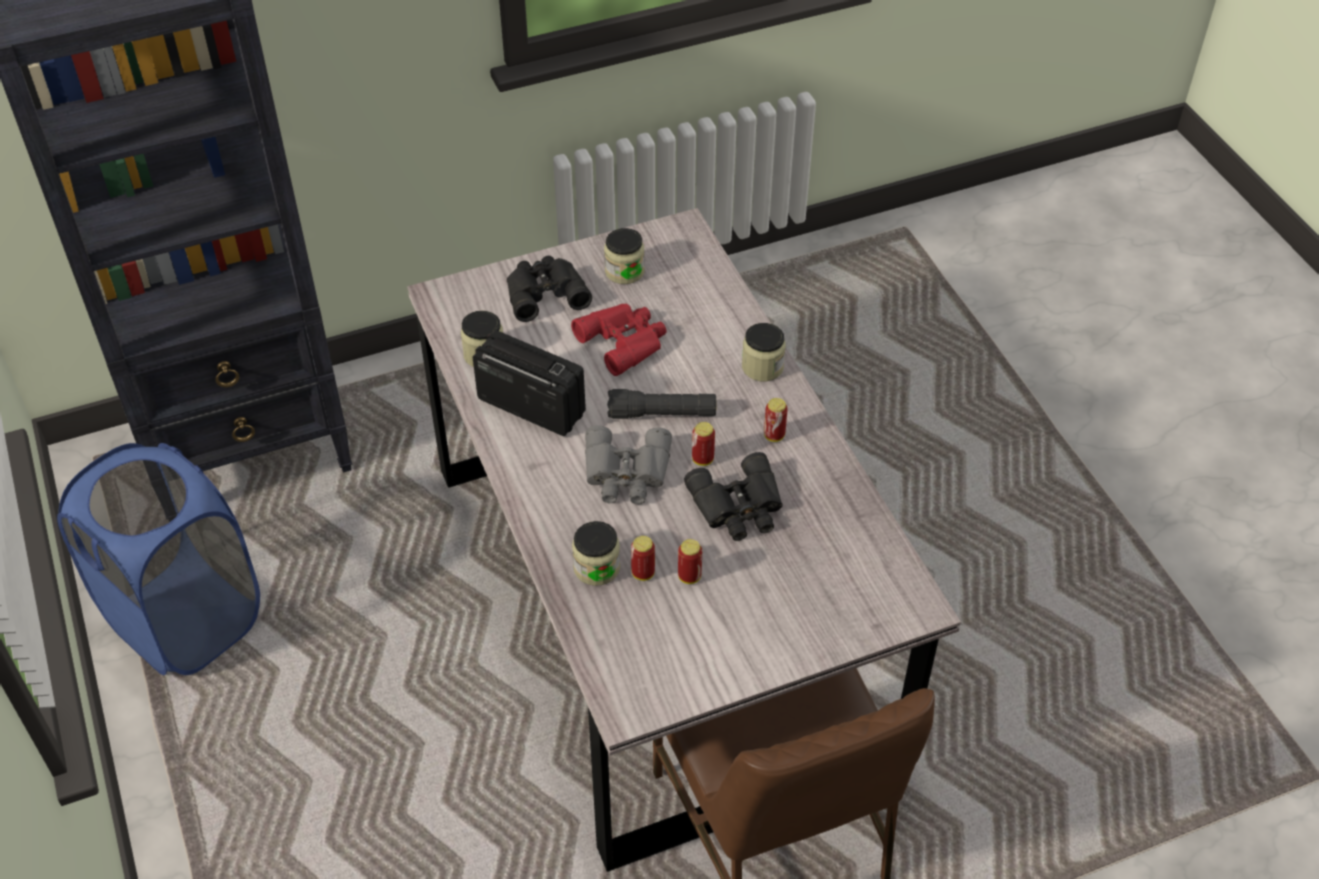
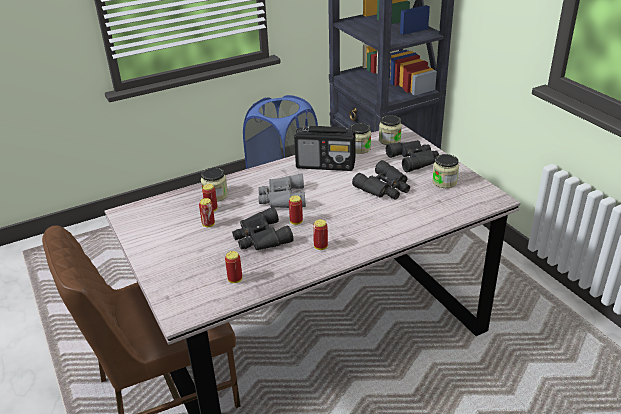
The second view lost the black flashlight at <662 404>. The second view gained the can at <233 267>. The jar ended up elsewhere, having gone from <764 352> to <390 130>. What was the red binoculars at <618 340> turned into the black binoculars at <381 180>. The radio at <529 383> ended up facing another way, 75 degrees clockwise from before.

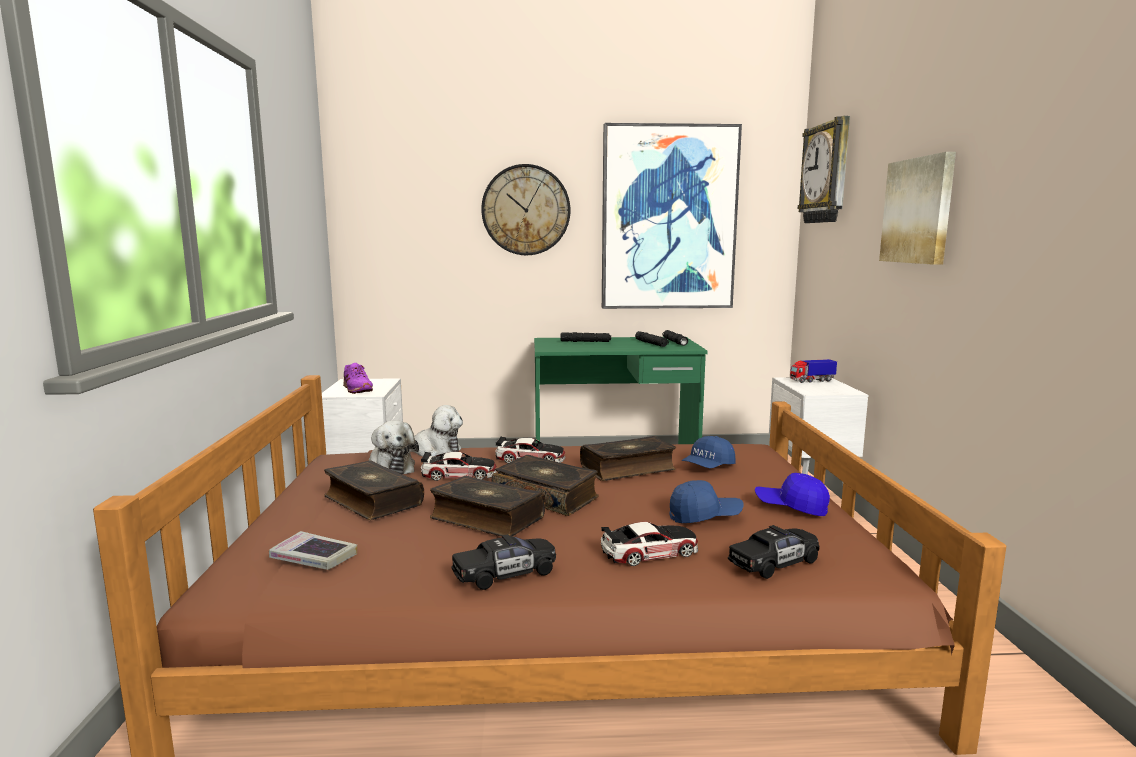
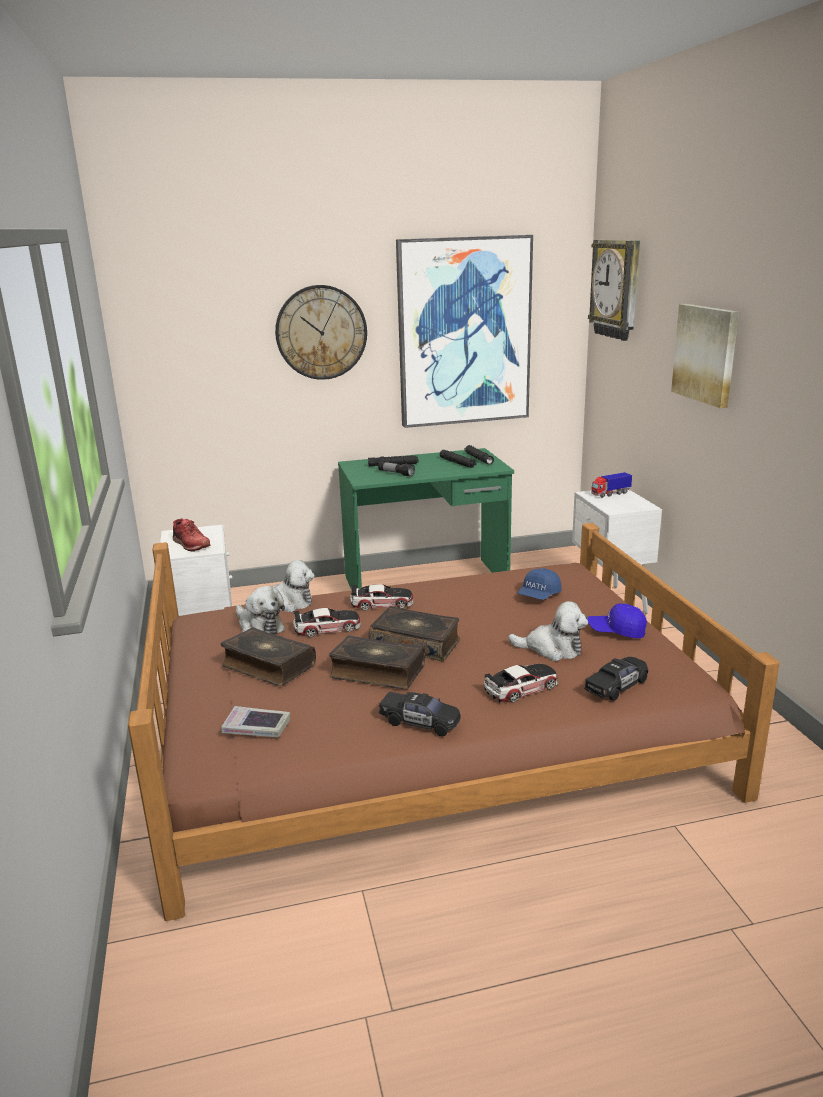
The second view lost the book at <628 458>. The second view gained the flashlight at <396 469>. Where the blue cap stood at <706 501>, the plush toy came to stand at <548 631>. What was the purple shoe at <358 378> turned into the red shoe at <192 535>. The black toy car at <503 562> ended up facing another way, 60 degrees clockwise from before.

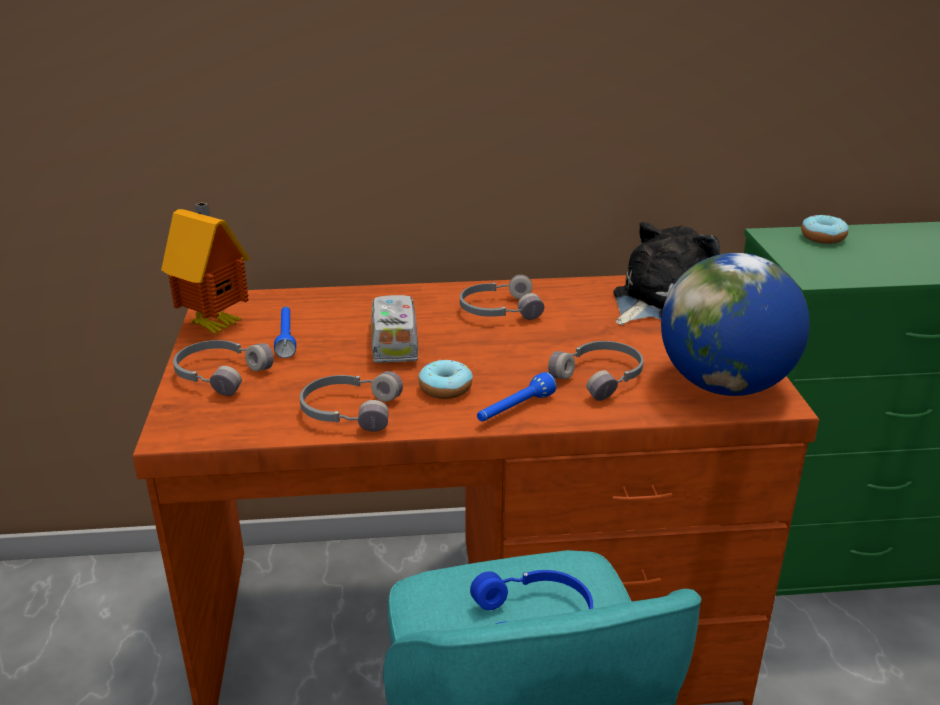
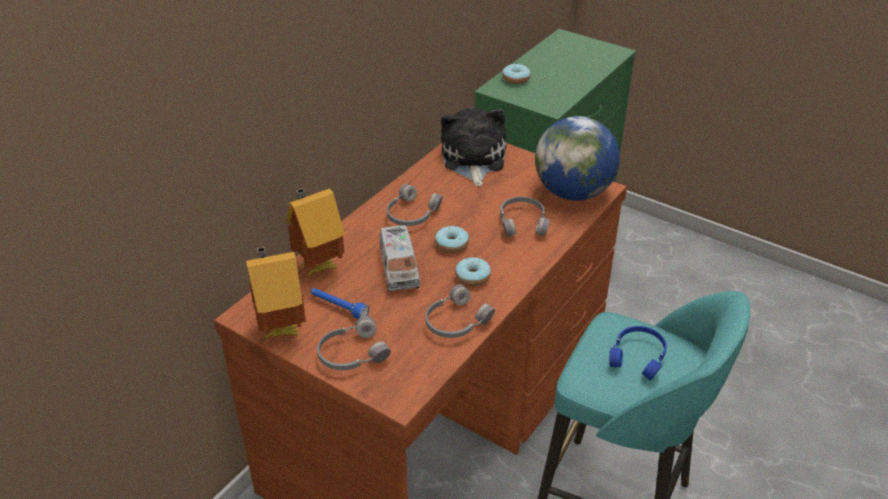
The second view lost the blue flashlight at <517 396>. The second view gained the toy house at <315 232>. The second view gained the donut at <452 239>. The toy truck at <394 329> ended up facing another way, 135 degrees counterclockwise from before.

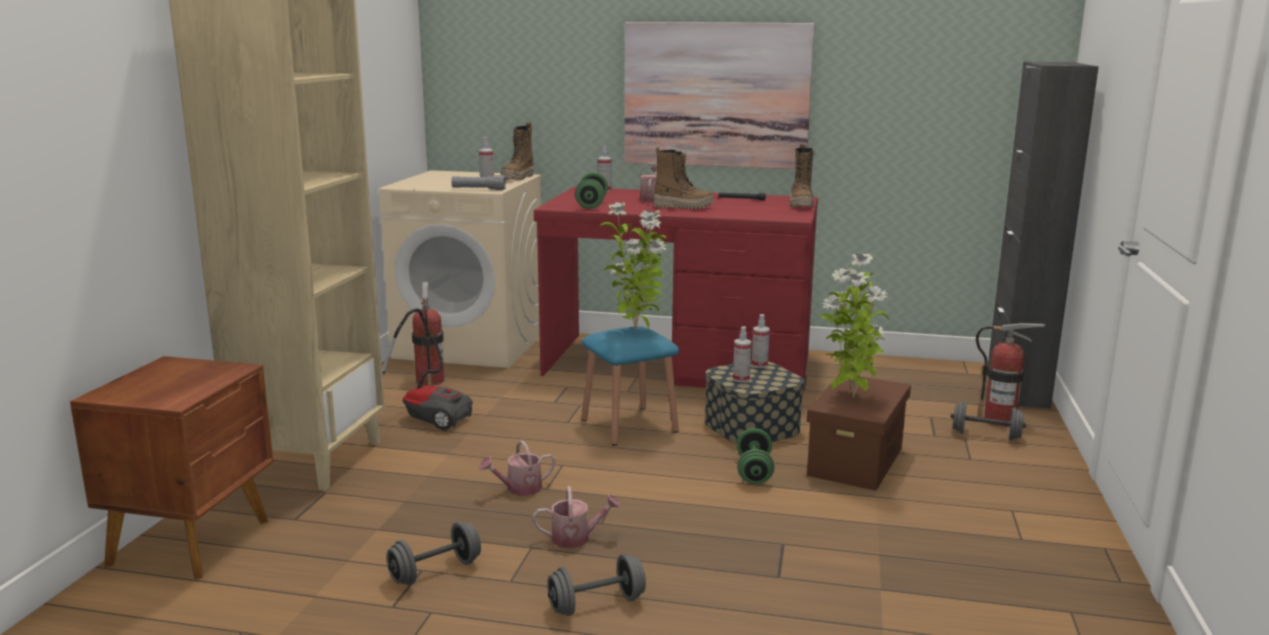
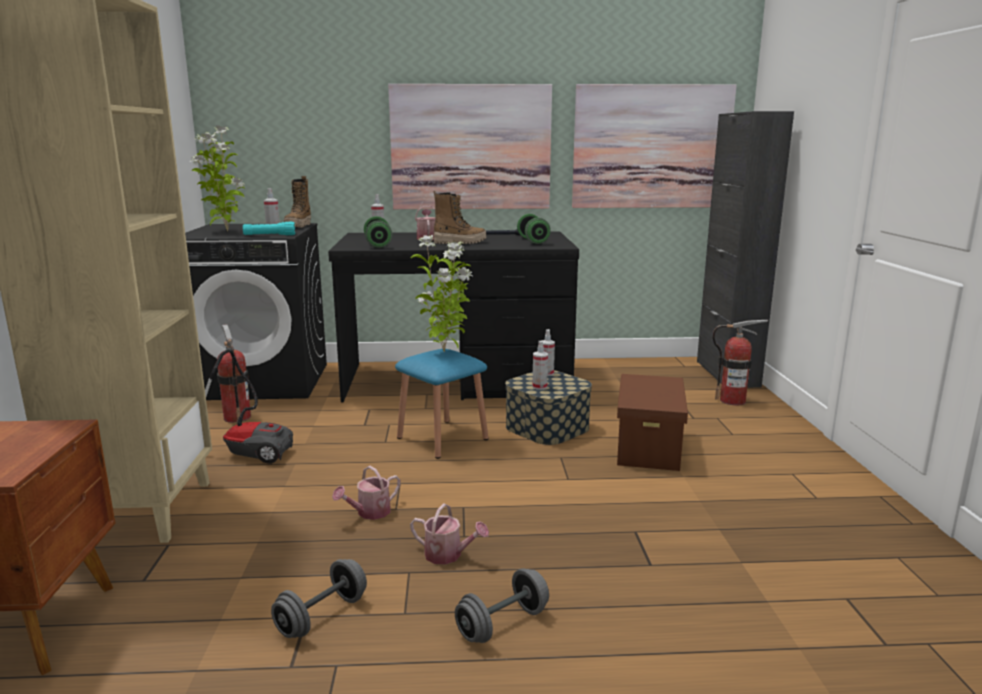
The second view lost the boot at <803 175>. The second view lost the grey dumbbell at <988 421>. The second view gained the picture at <654 146>. The green dumbbell ended up elsewhere, having gone from <755 456> to <534 229>. The potted plant ended up elsewhere, having gone from <854 326> to <217 178>. What was the beige washing machine at <460 269> turned into the black washing machine at <256 311>. What was the grey flashlight at <478 182> turned into the turquoise flashlight at <269 228>. What was the red desk at <676 290> turned into the black desk at <453 316>. The watering can at <577 517> ended up facing another way, 45 degrees clockwise from before.

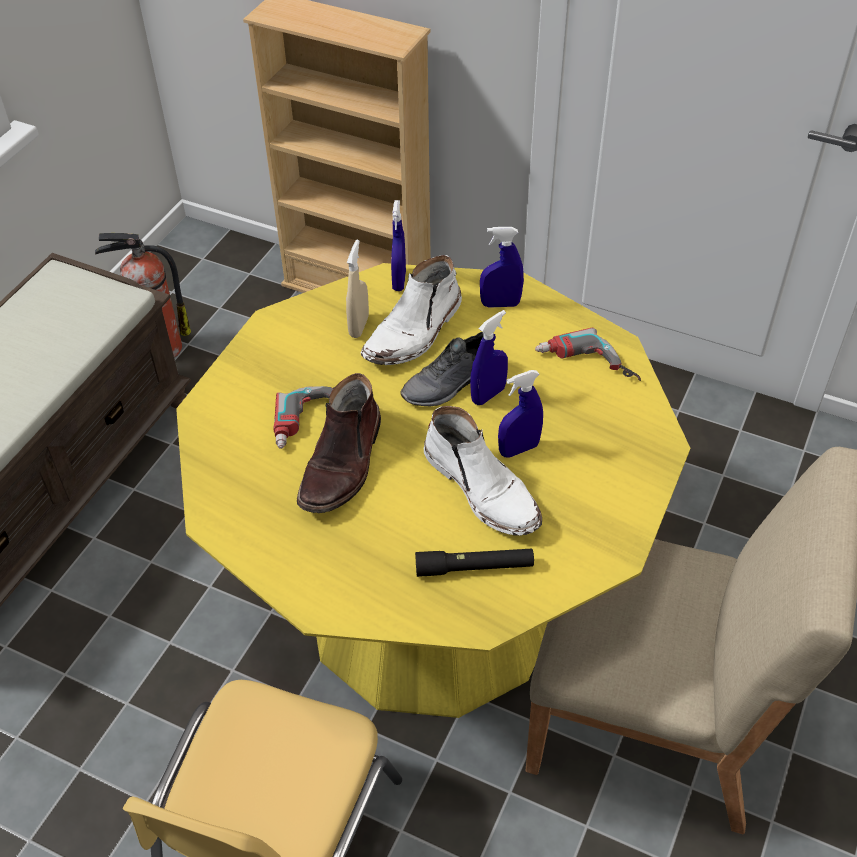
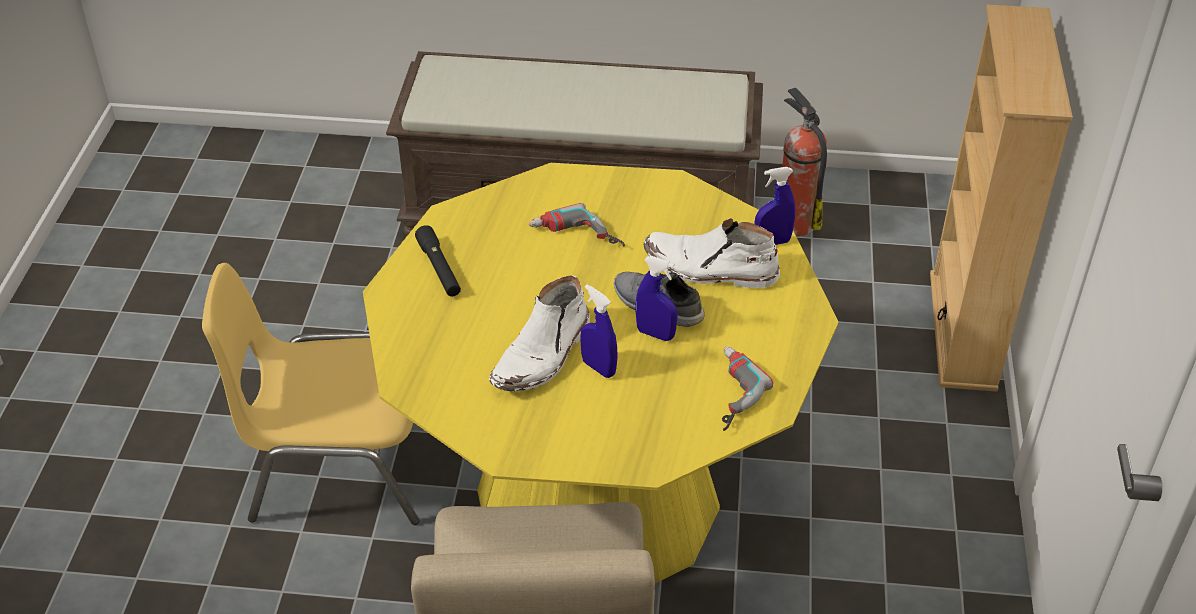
The second view lost the brown boot at <339 443>. The second view lost the beige spray bottle at <357 289>. The second view lost the blue spray bottle at <502 267>. The black flashlight ended up elsewhere, having gone from <474 563> to <438 261>.

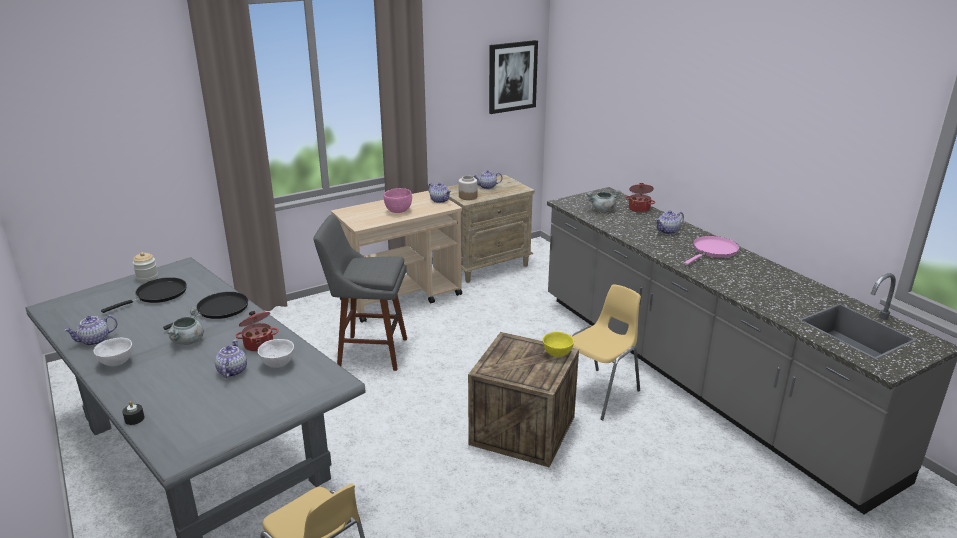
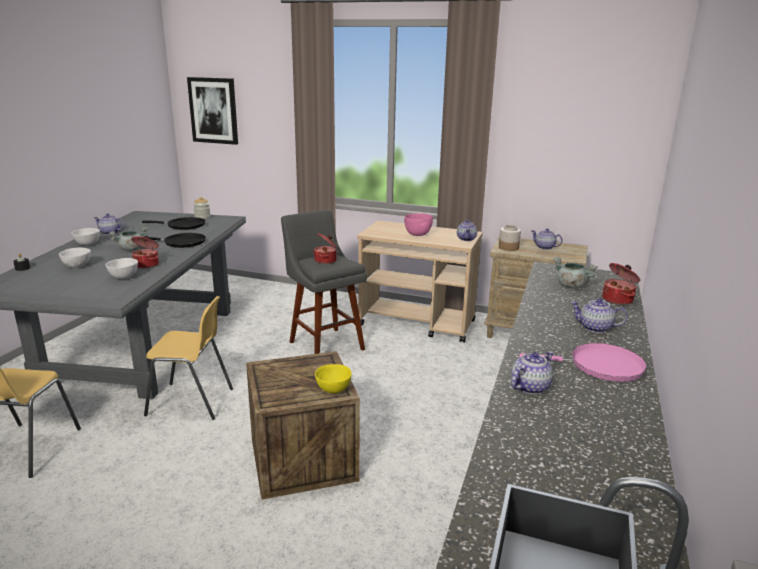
The second view gained the white bowl at <75 257>. The second view gained the cooking pot at <324 248>. The teapot ended up elsewhere, having gone from <231 359> to <532 372>. The picture ended up elsewhere, having gone from <513 77> to <212 111>. The yellow chair ended up elsewhere, having gone from <606 352> to <188 358>.

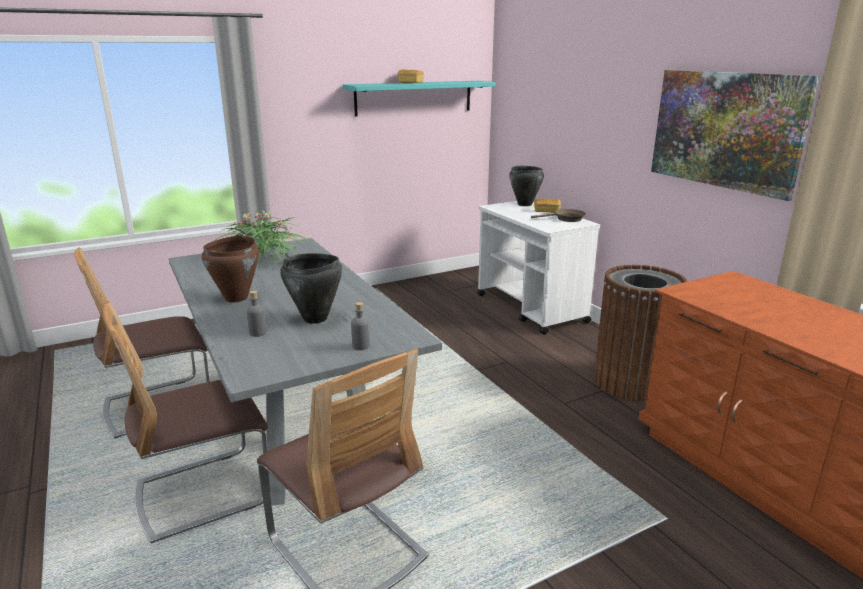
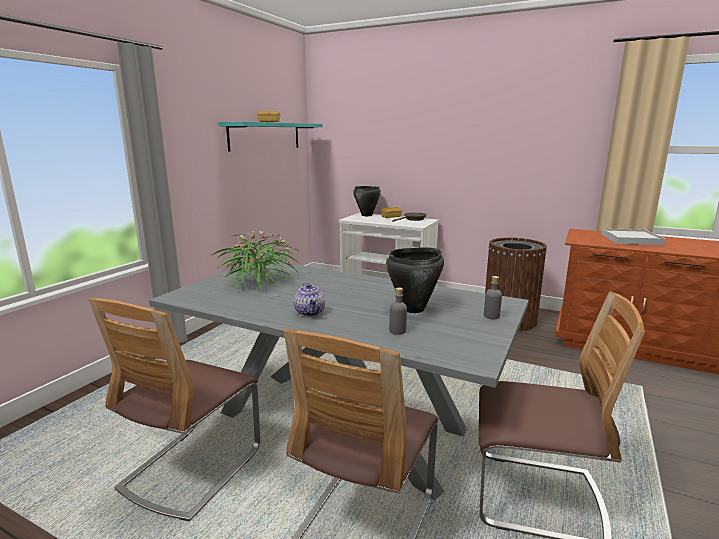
The second view lost the picture at <735 135>. The second view gained the white tray at <633 236>. Where the brown cooking pot stood at <230 269>, the teapot came to stand at <309 300>.

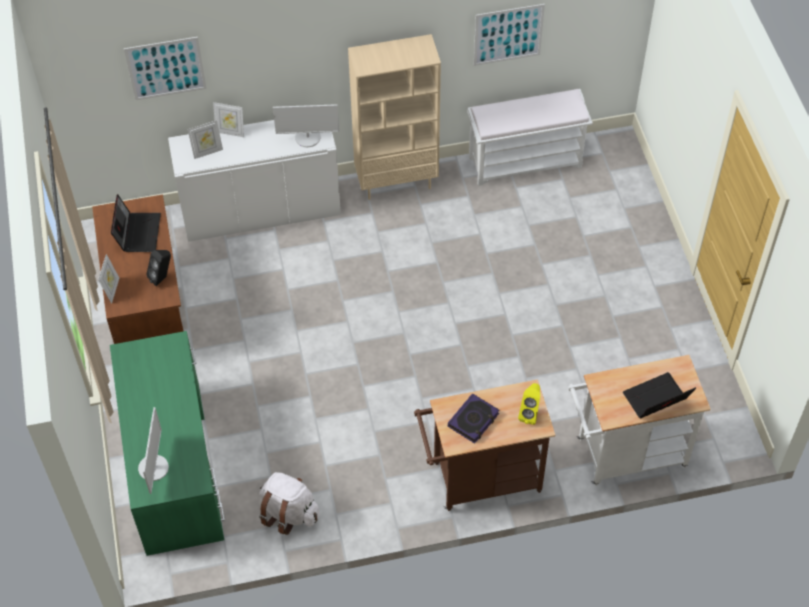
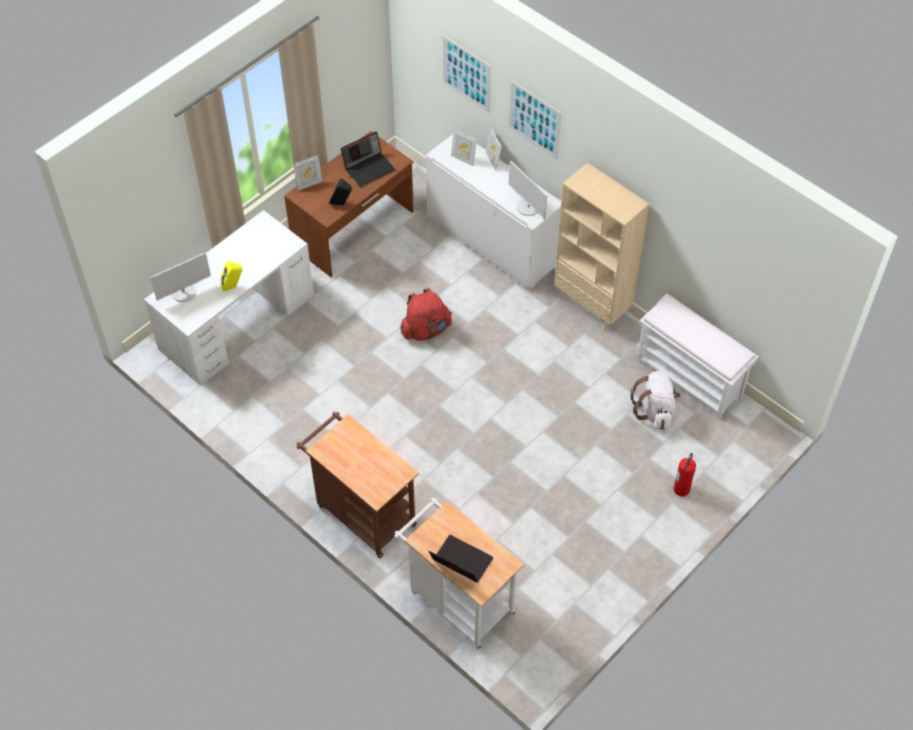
The second view lost the book at <473 418>. The second view gained the red backpack at <426 314>. The second view gained the fire extinguisher at <685 475>. The white backpack ended up elsewhere, having gone from <289 503> to <655 400>. The picture ended up elsewhere, having gone from <509 35> to <535 120>. The yellow speaker ended up elsewhere, having gone from <529 404> to <231 276>. What was the green desk at <167 443> turned into the white desk at <229 298>.

